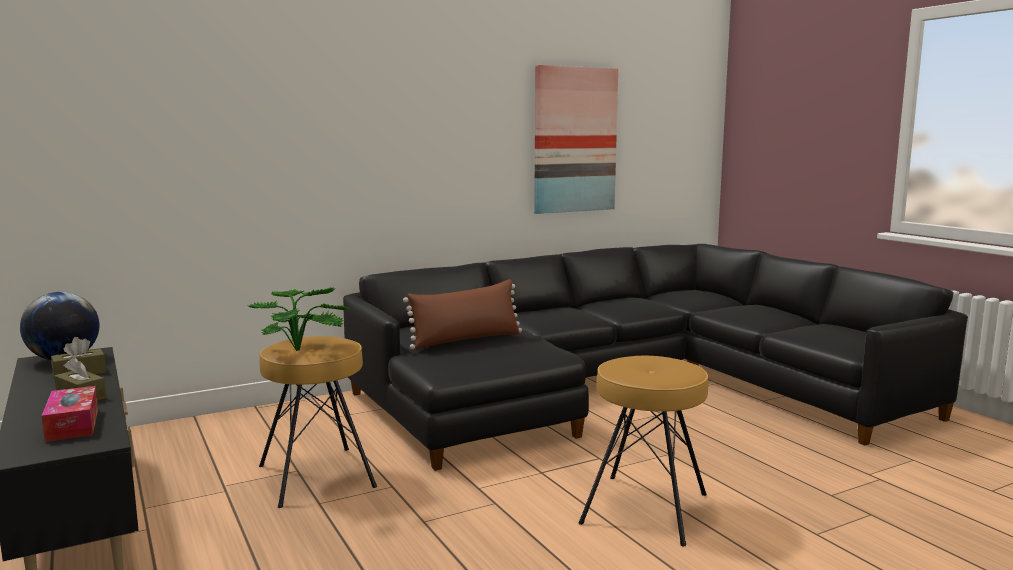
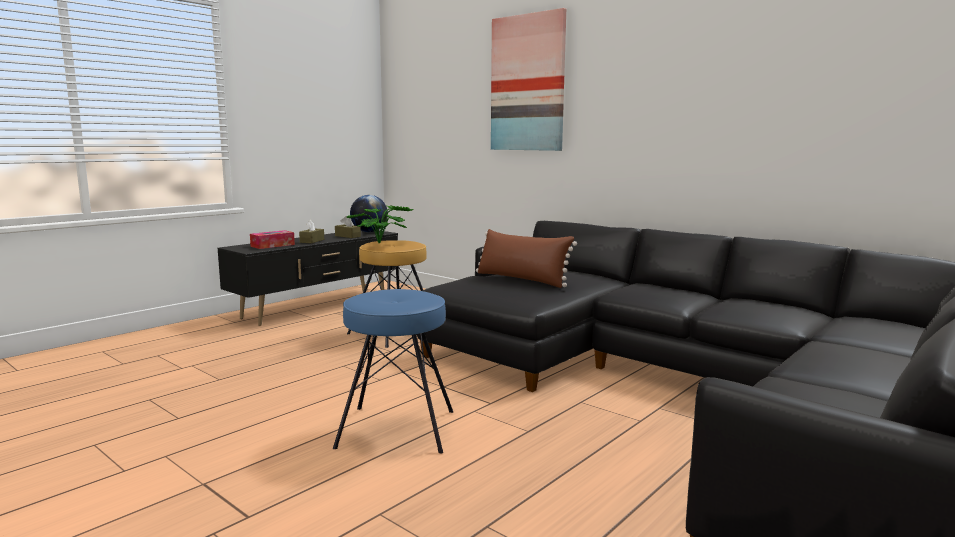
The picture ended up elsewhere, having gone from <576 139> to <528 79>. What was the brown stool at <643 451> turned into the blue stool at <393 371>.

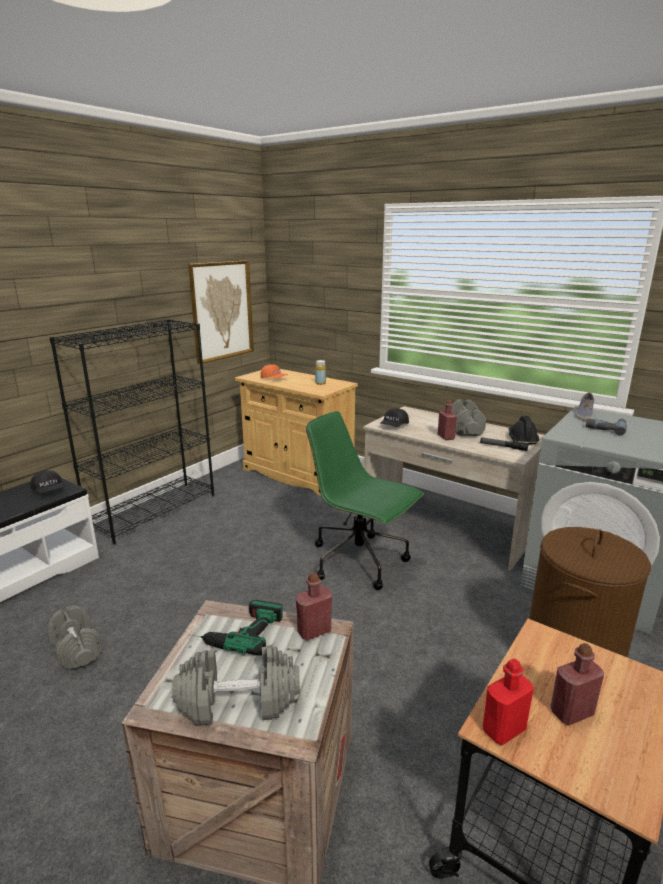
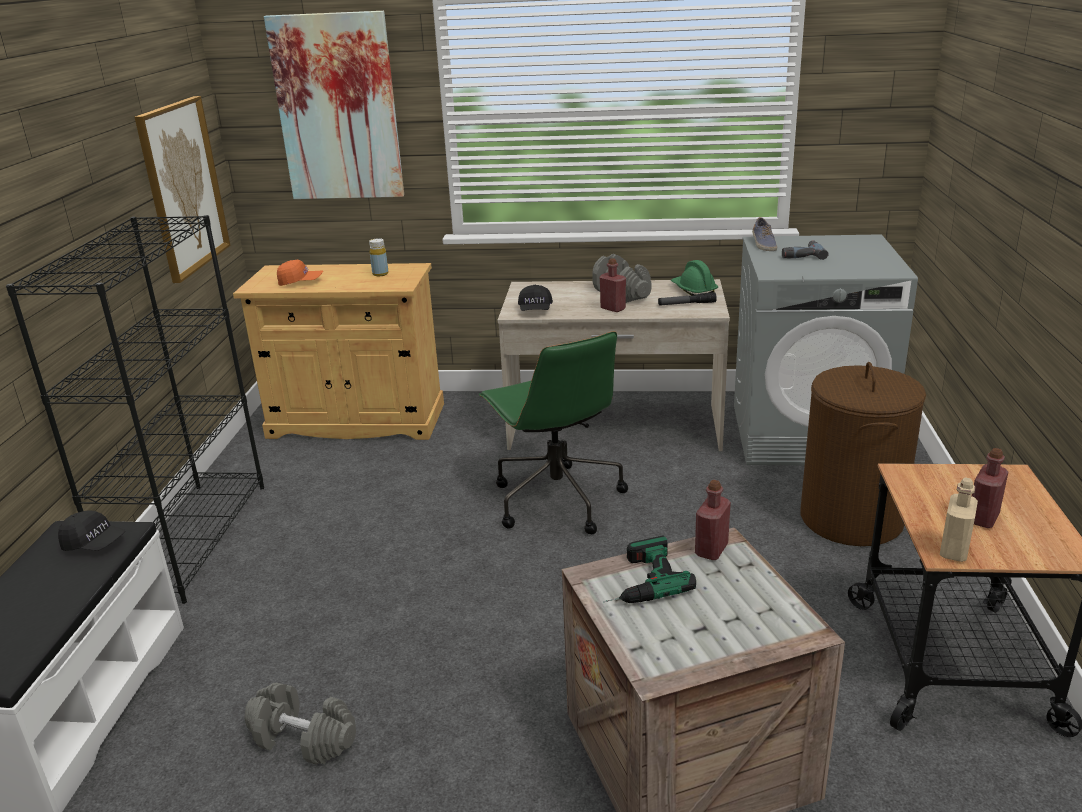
The second view lost the grey dumbbell at <236 685>. The second view gained the picture at <334 105>. What was the red bottle at <508 702> turned into the beige bottle at <959 520>. What was the black hard hat at <524 430> turned into the green hard hat at <694 277>. The green office chair at <365 500> ended up facing another way, 120 degrees counterclockwise from before.

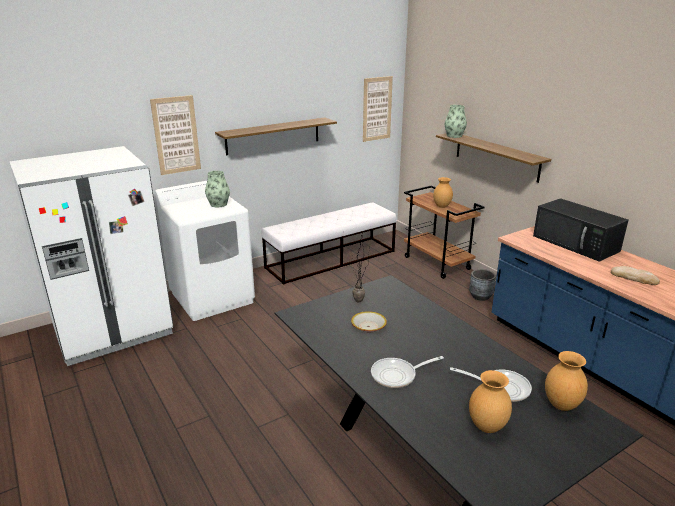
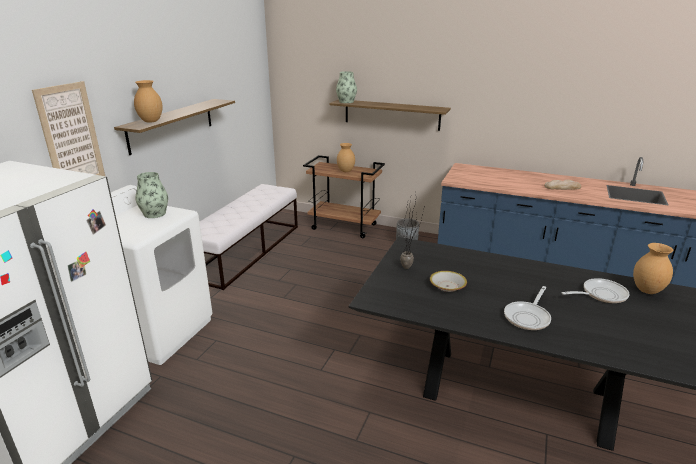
The second view lost the picture at <378 109>. The second view lost the black microwave at <580 230>. The brown vase ended up elsewhere, having gone from <490 401> to <148 101>.

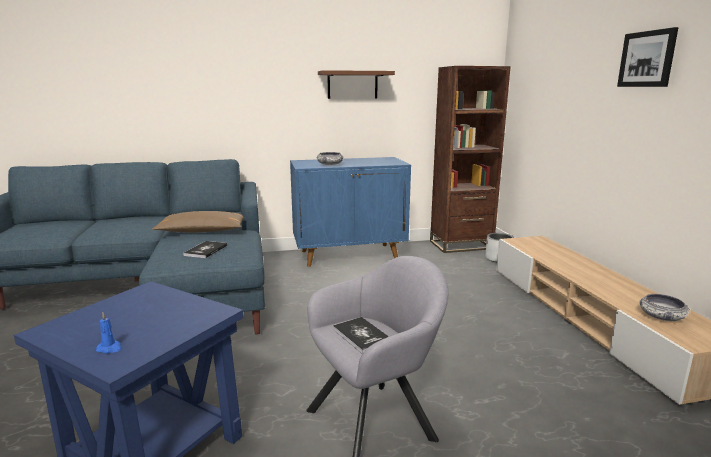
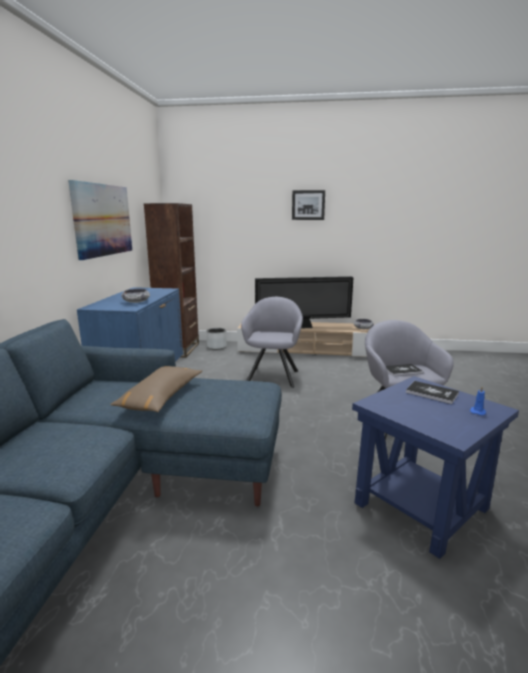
The second view gained the grey armchair at <272 342>. The second view gained the television at <304 302>. The book ended up elsewhere, having gone from <205 249> to <432 392>. Where the brown shelf hung at <356 84>, the picture came to hang at <100 220>.

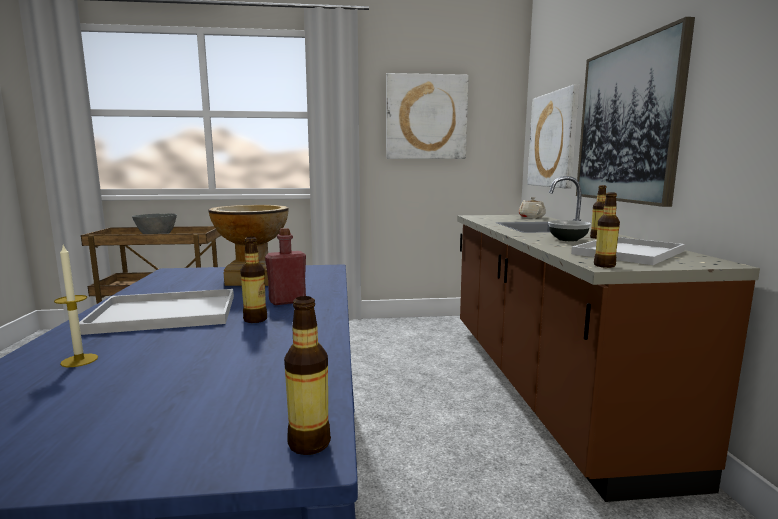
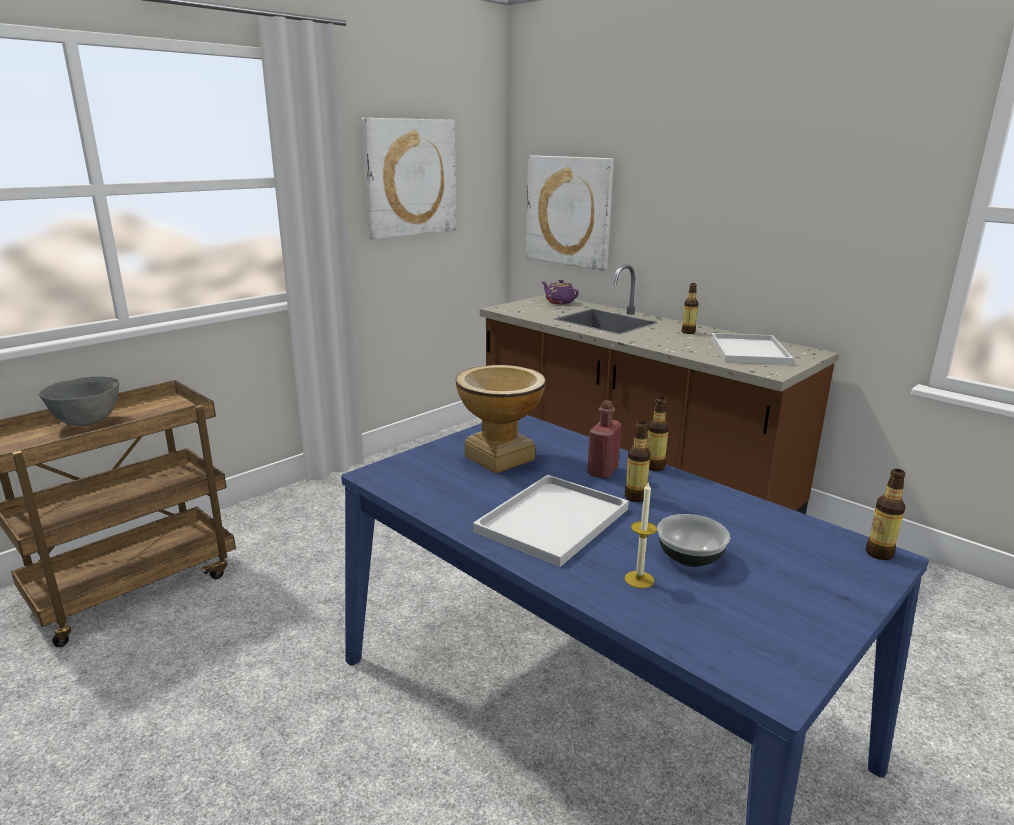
The second view lost the picture at <635 112>. The bowl ended up elsewhere, having gone from <569 230> to <693 540>. The bottle ended up elsewhere, having gone from <607 230> to <658 434>. What was the beige teapot at <532 207> turned into the purple teapot at <560 292>.

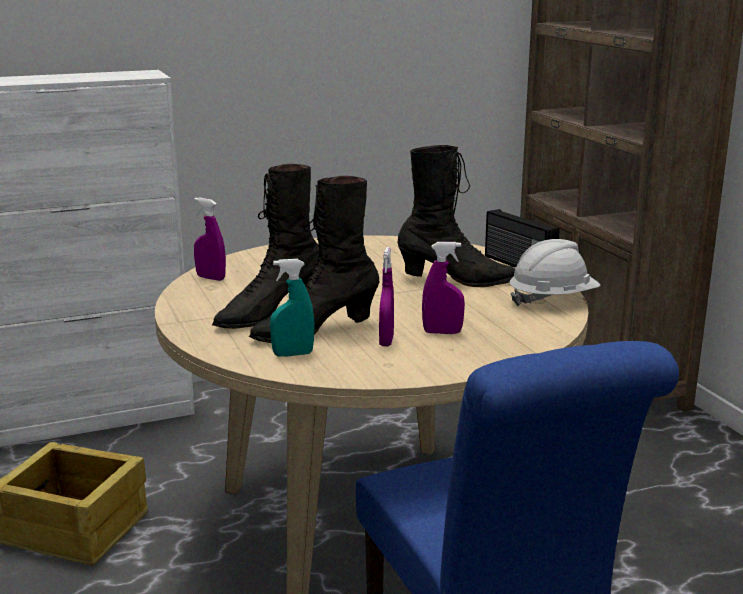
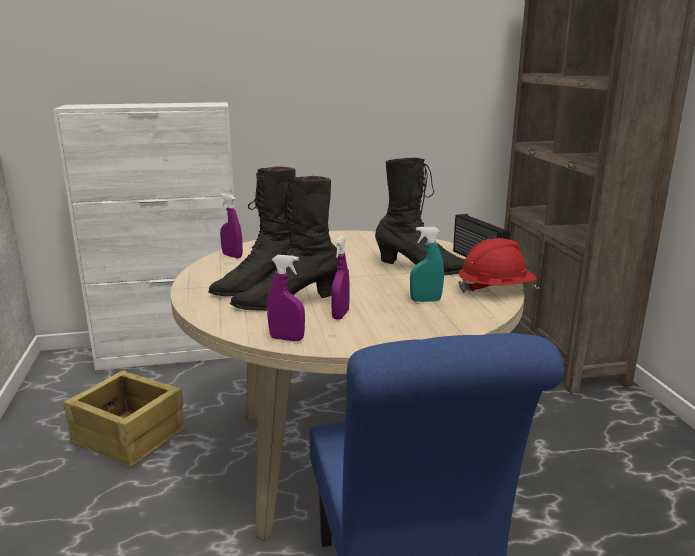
The turquoise spray bottle ended up elsewhere, having gone from <292 307> to <427 264>. The purple spray bottle ended up elsewhere, having gone from <443 288> to <286 298>. What was the white hard hat at <555 272> turned into the red hard hat at <497 265>.

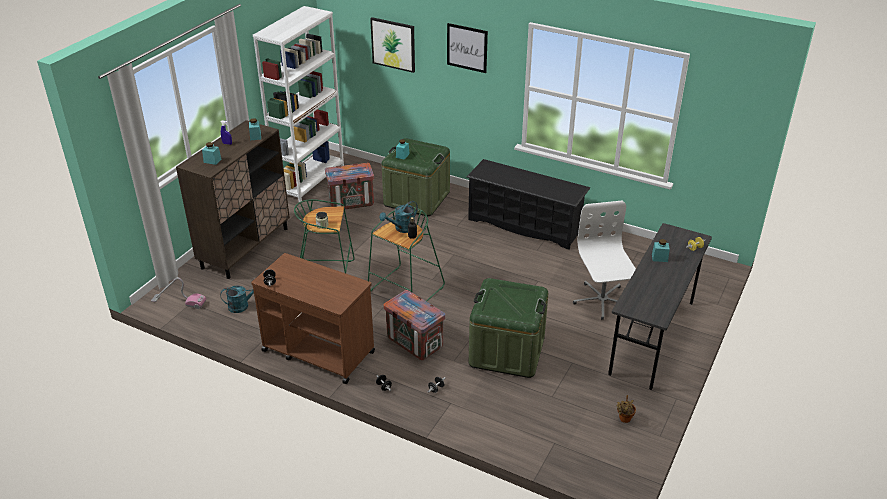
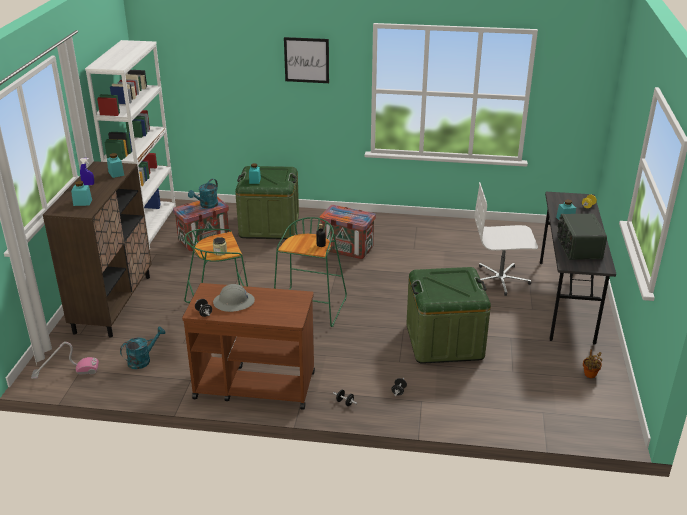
The second view lost the picture at <392 45>. The second view lost the black shoe rack at <528 204>. The second view gained the grey hard hat at <234 298>. The second view gained the radio at <582 236>. The turquoise watering can ended up elsewhere, having gone from <398 217> to <203 193>. The crate ended up elsewhere, having gone from <414 325> to <348 232>. The white office chair at <604 260> ended up facing another way, 60 degrees counterclockwise from before.

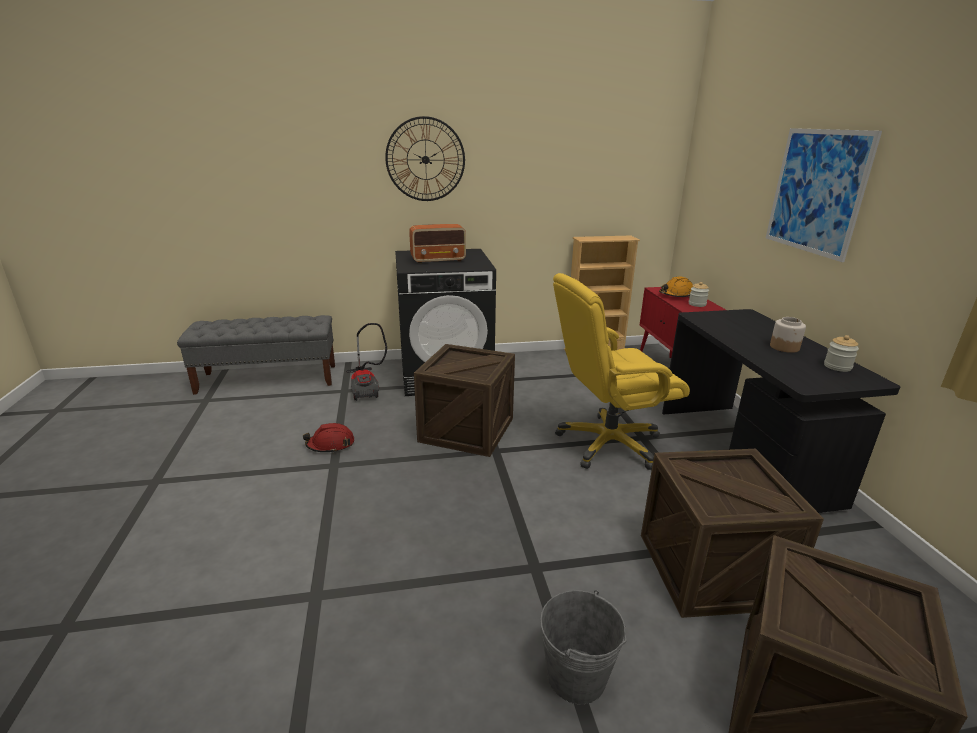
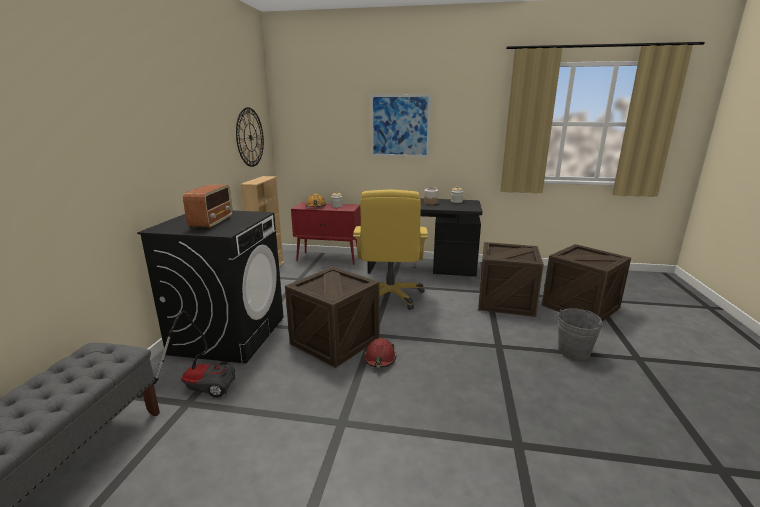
The red hard hat ended up elsewhere, having gone from <328 438> to <380 353>. The wall clock ended up elsewhere, having gone from <425 158> to <250 137>.

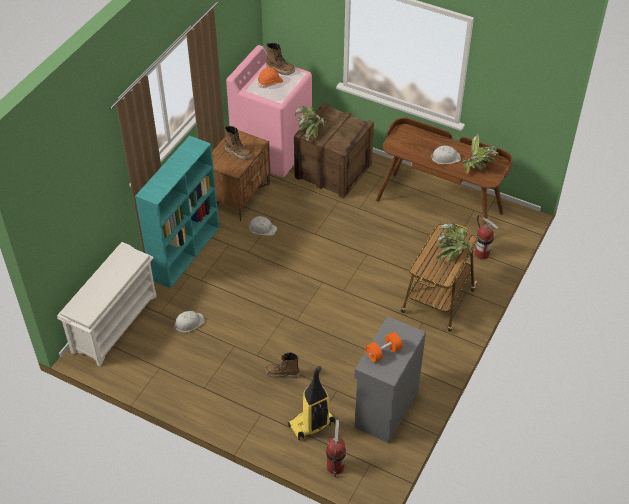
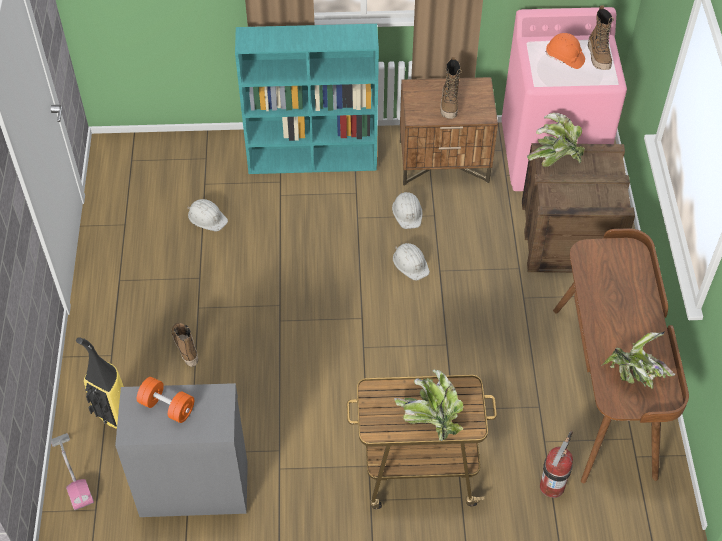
The second view lost the white shoe rack at <106 304>. The white hard hat ended up elsewhere, having gone from <445 155> to <411 262>. Where the fire extinguisher stood at <336 448>, the vacuum cleaner came to stand at <72 471>.

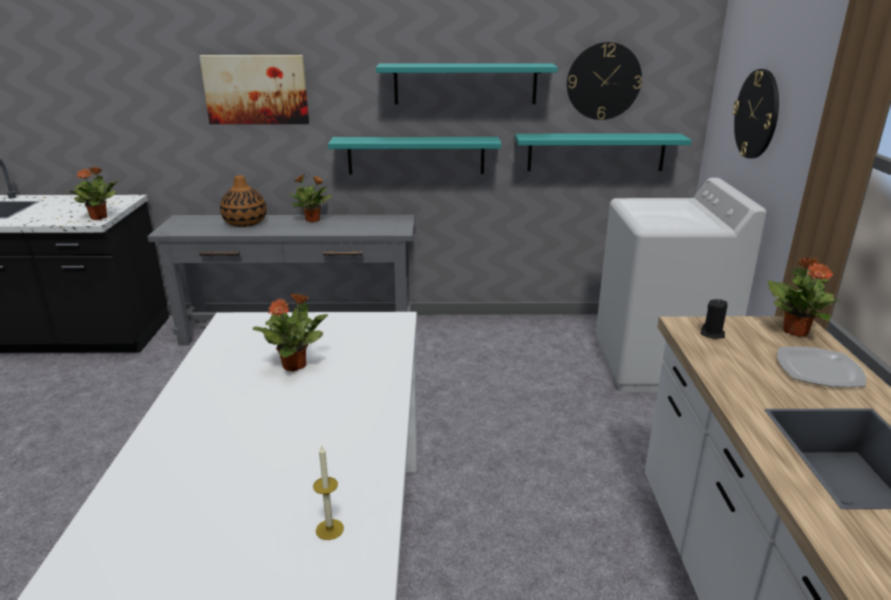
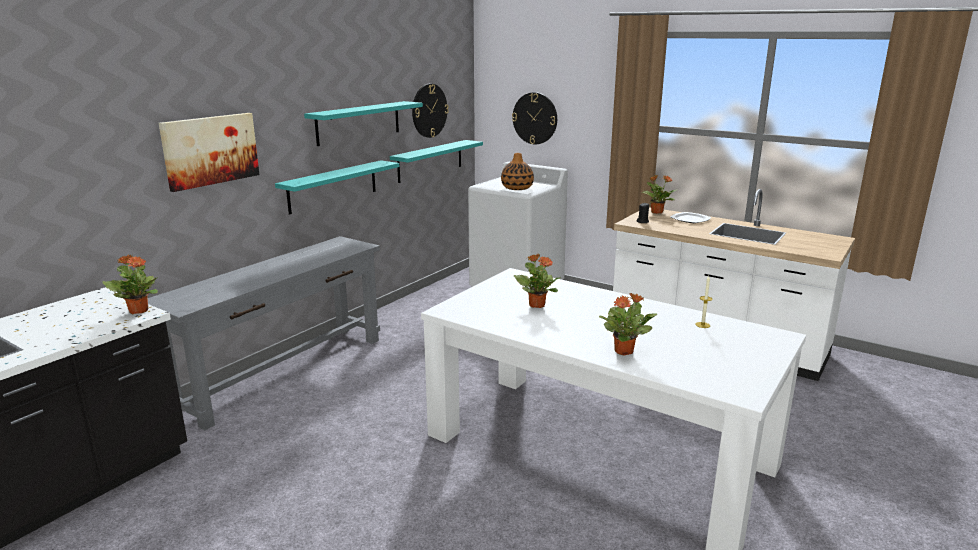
The vase ended up elsewhere, having gone from <243 201> to <517 171>. The potted plant ended up elsewhere, having gone from <310 198> to <628 324>.

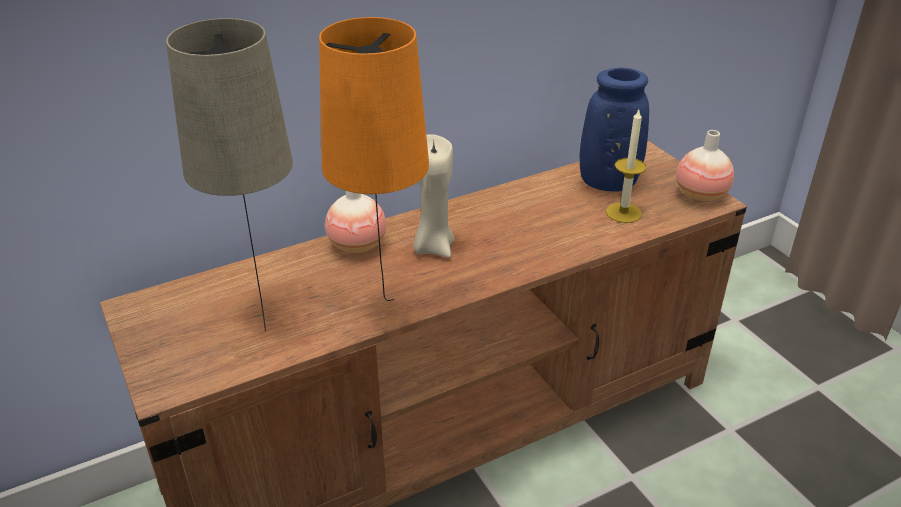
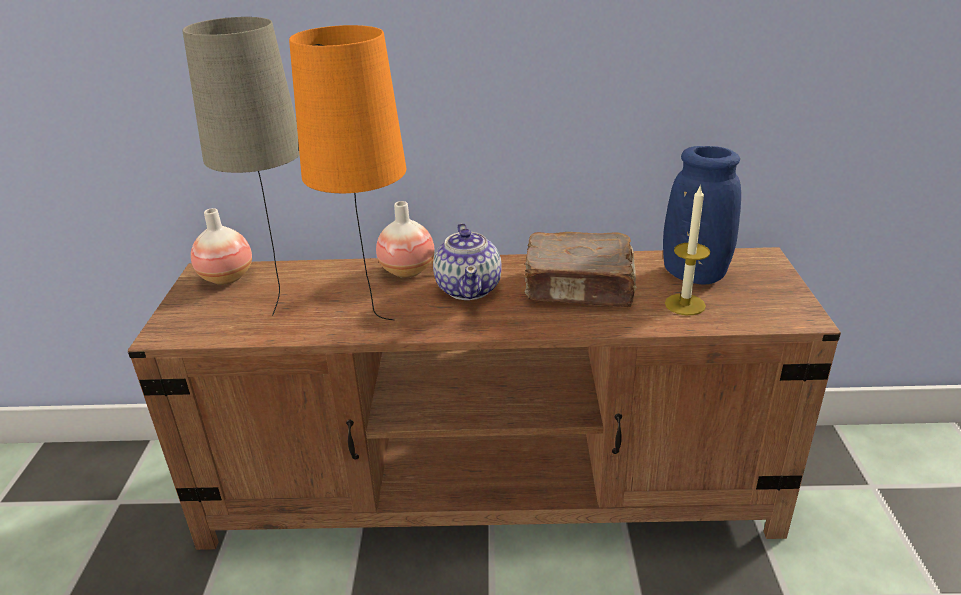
The second view gained the brown book at <581 269>. The vase ended up elsewhere, having gone from <705 166> to <221 246>. Where the beige candle stood at <433 196>, the teapot came to stand at <467 261>.

